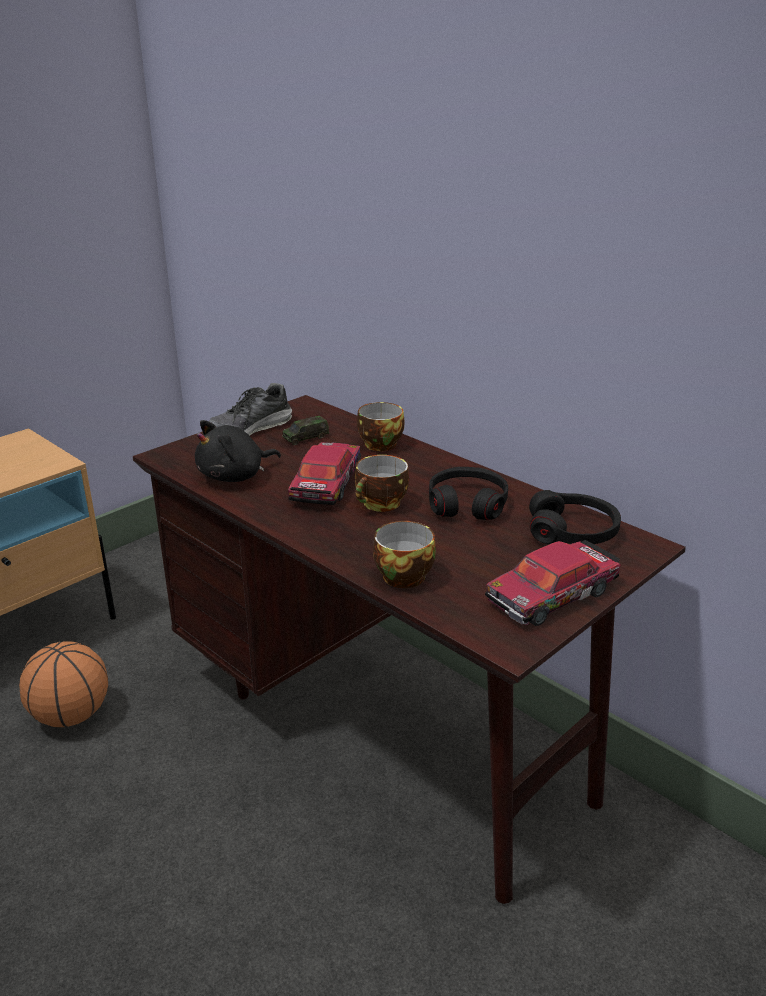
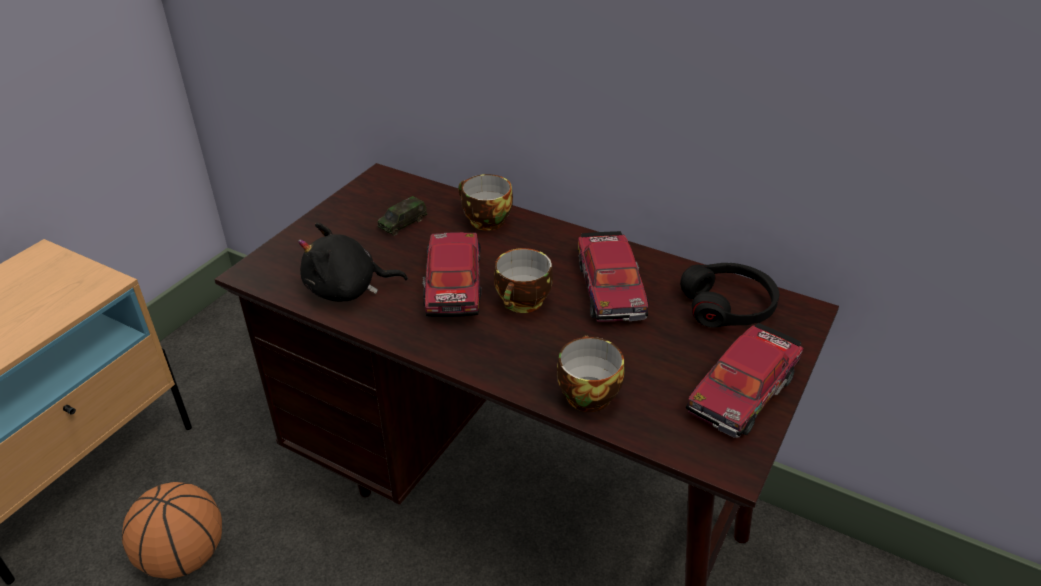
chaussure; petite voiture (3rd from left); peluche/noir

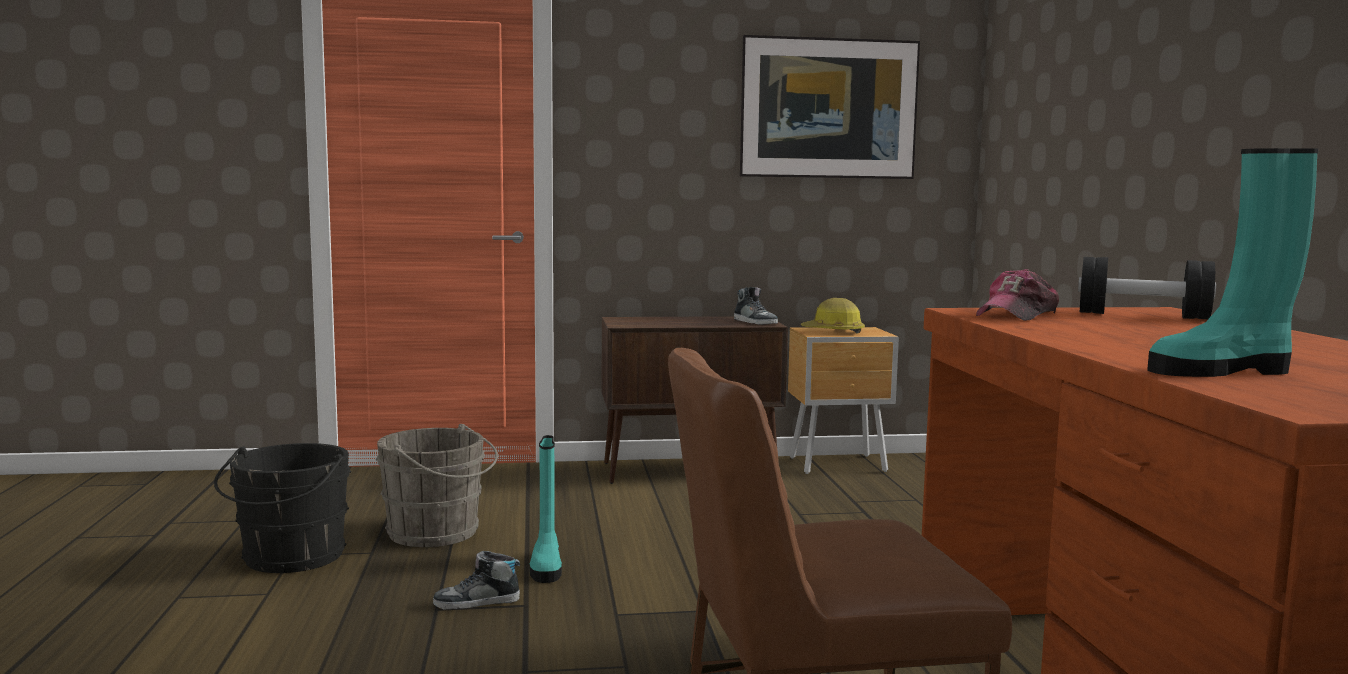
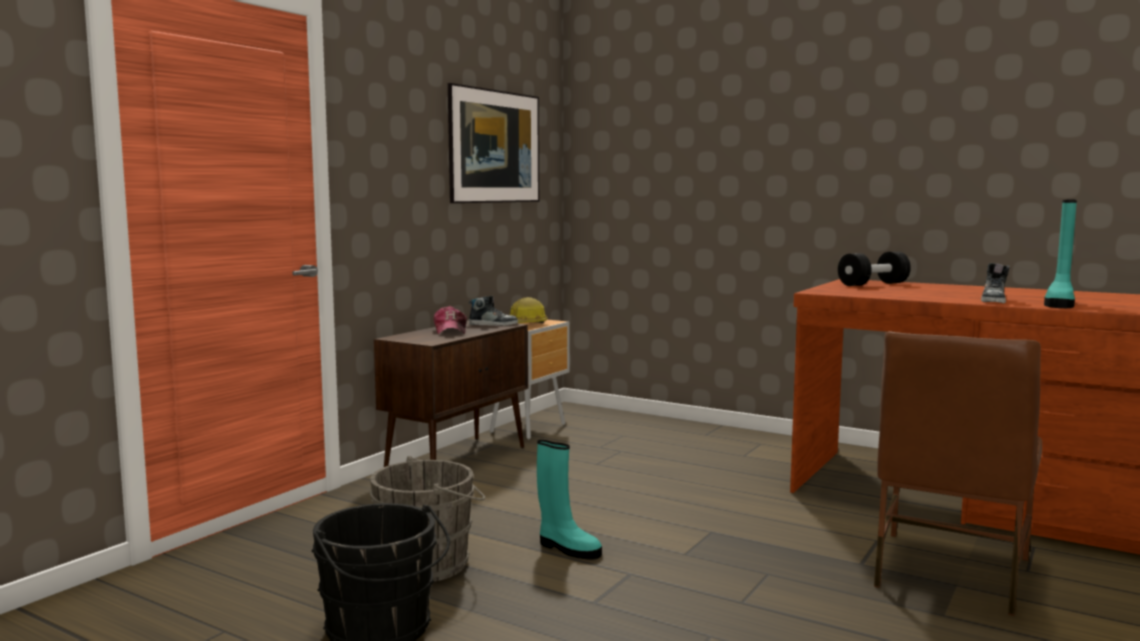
chaussure (2nd from left); casquette

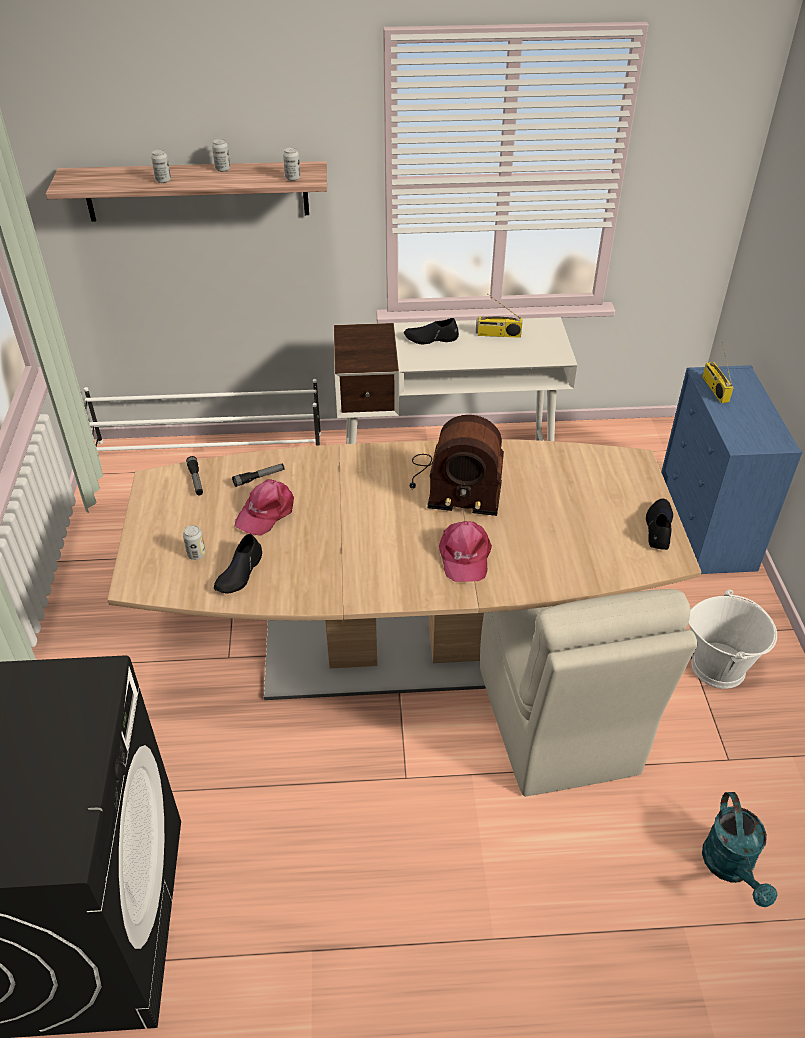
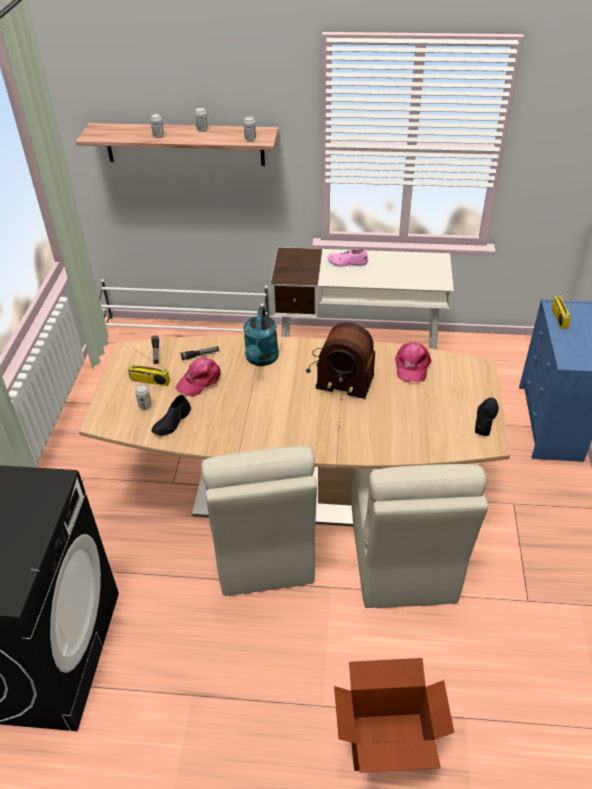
seau/blanc; chaise/beige (1st from left); carton; casquette/rose (2nd from left); radio (1st from left); arrosoir/turquoise; chaussure/rose

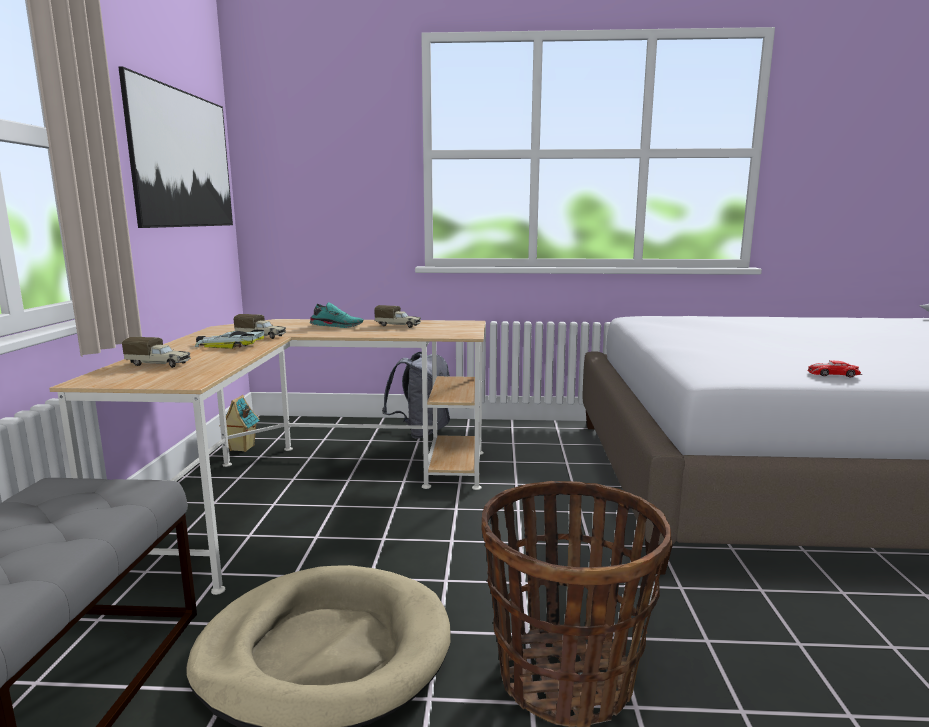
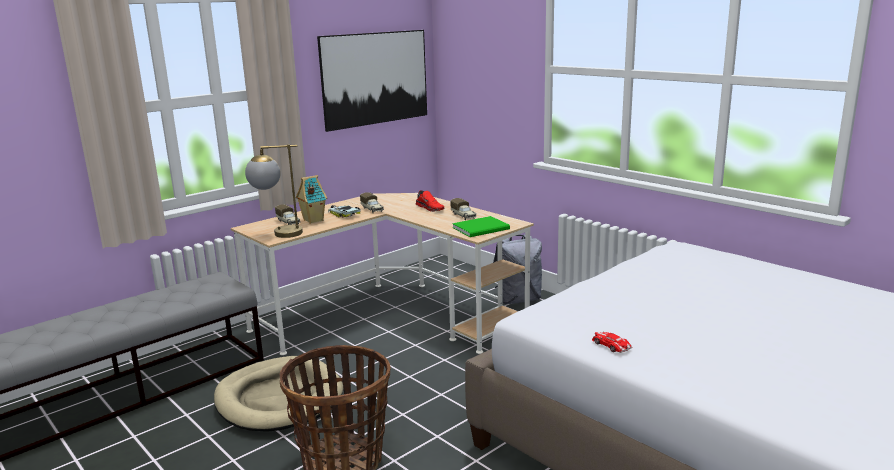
lampe de table; livre/vert; maison miniature; chaussure/rouge

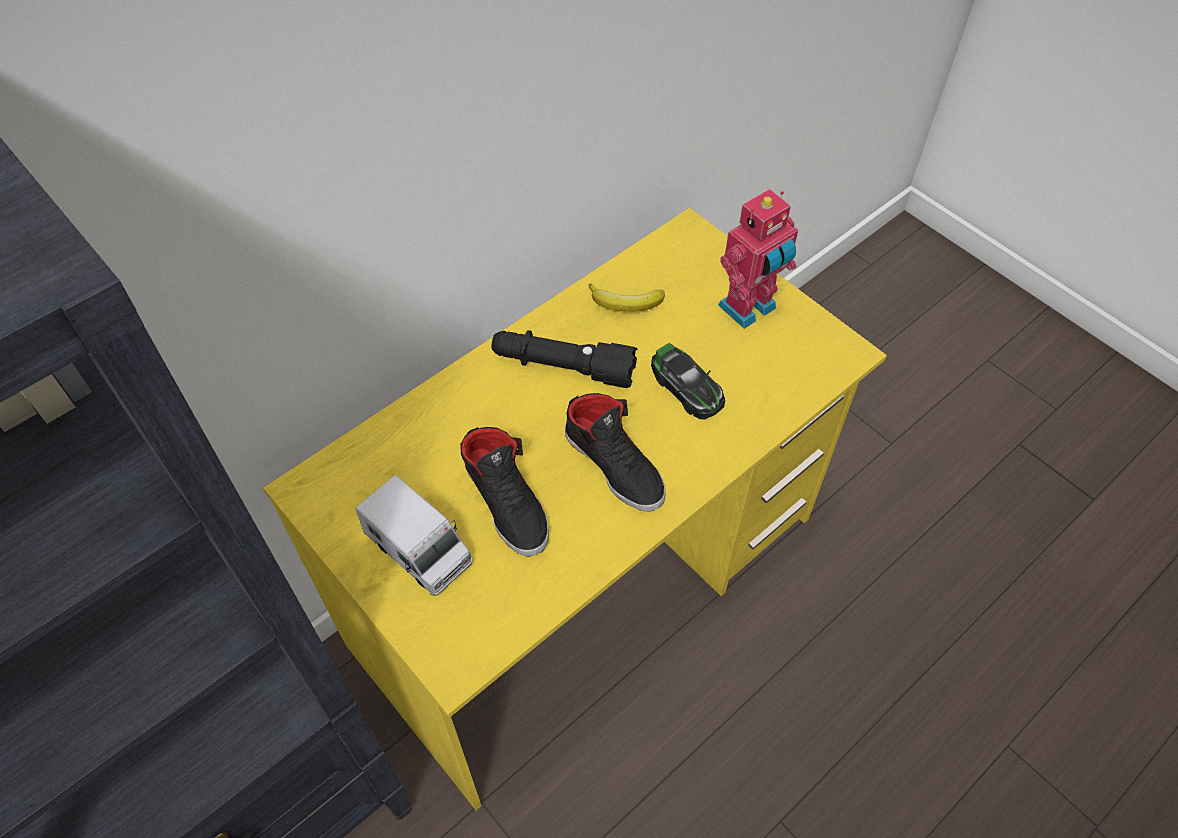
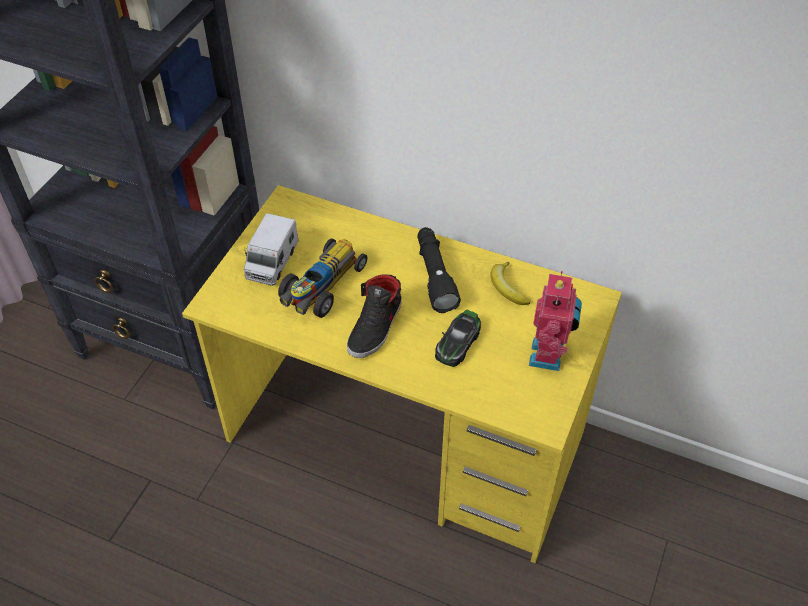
petite voiture (1st from left); robot jouet

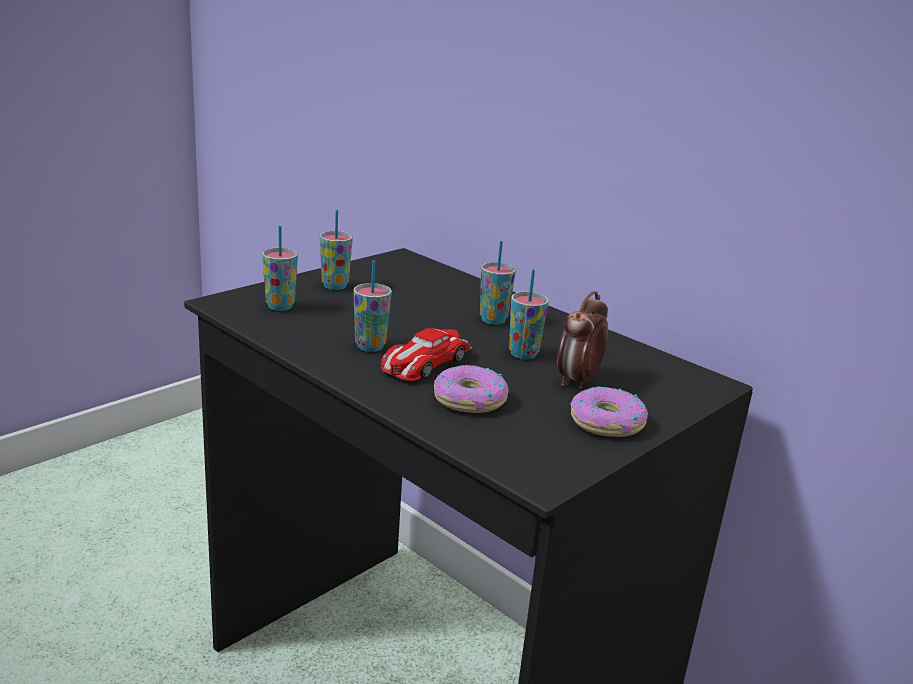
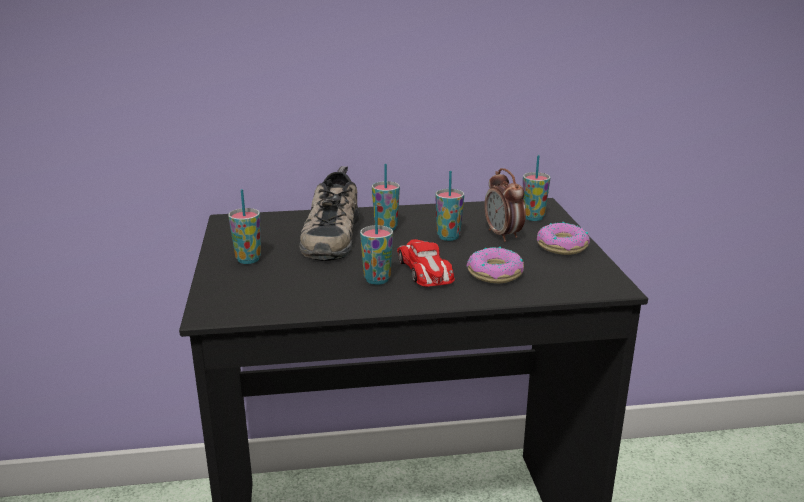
chaussure; tasse (5th from left)

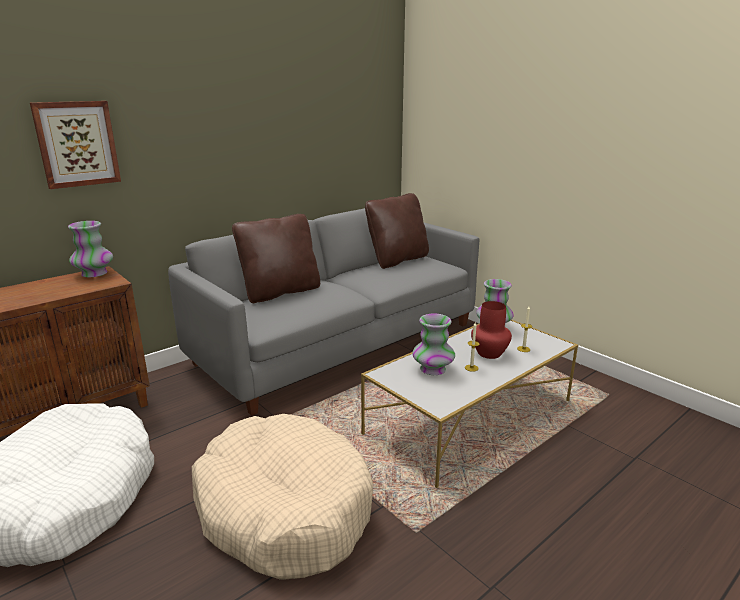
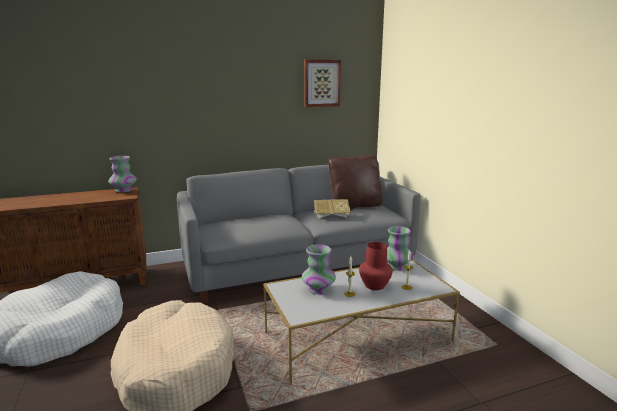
coussin/marron (1st from left in the first image); livre; tableau

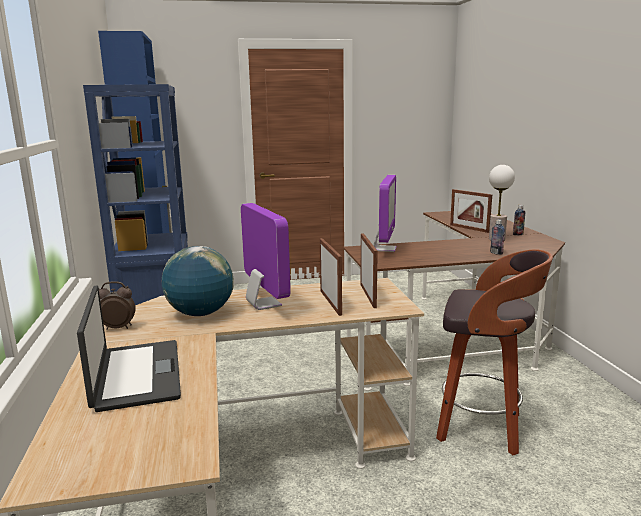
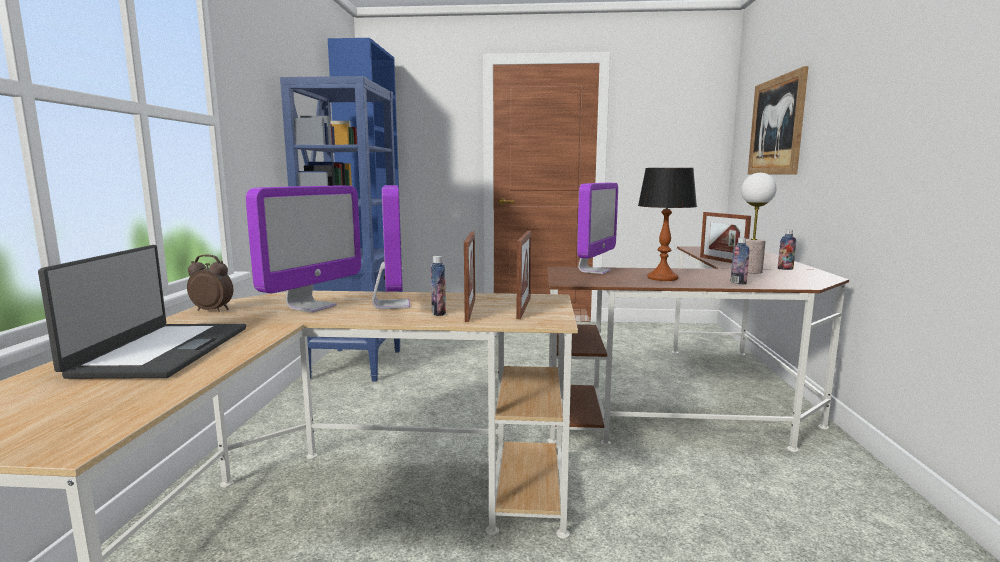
tabouret; bouteille (1st from left); lampe de table (1st from left); tableau; écran d'ordinateur (1st from left)

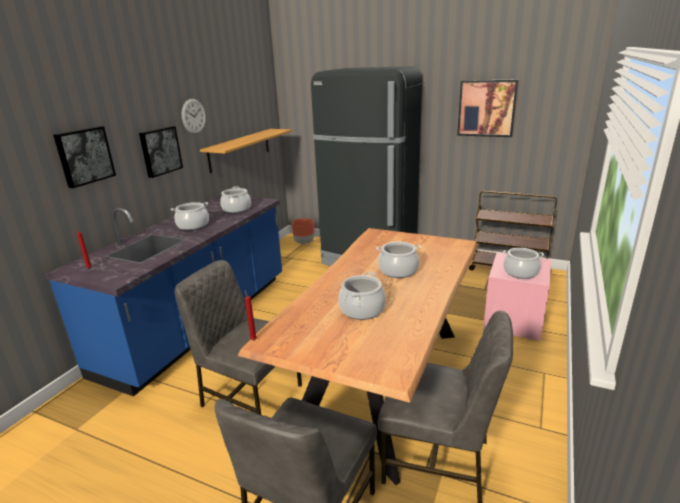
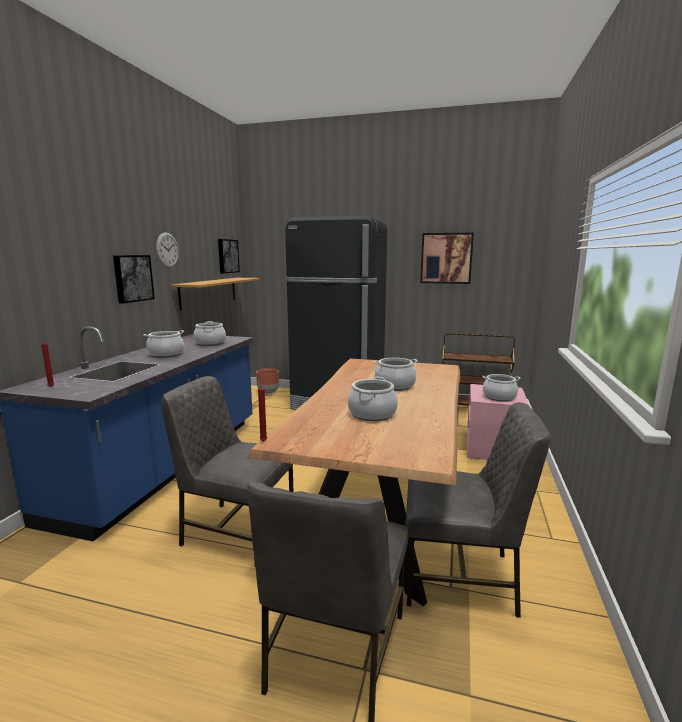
tableau (2nd from left)

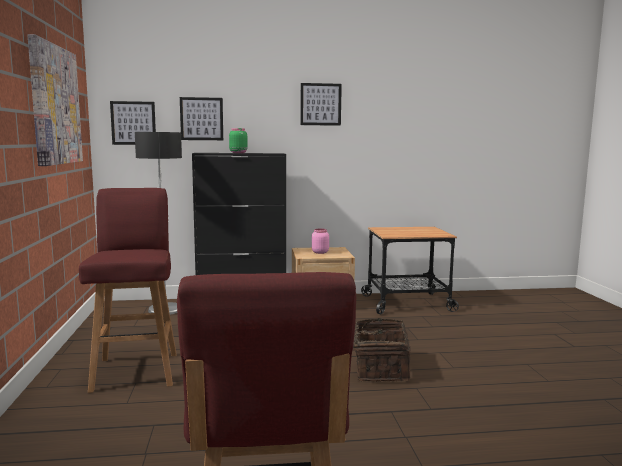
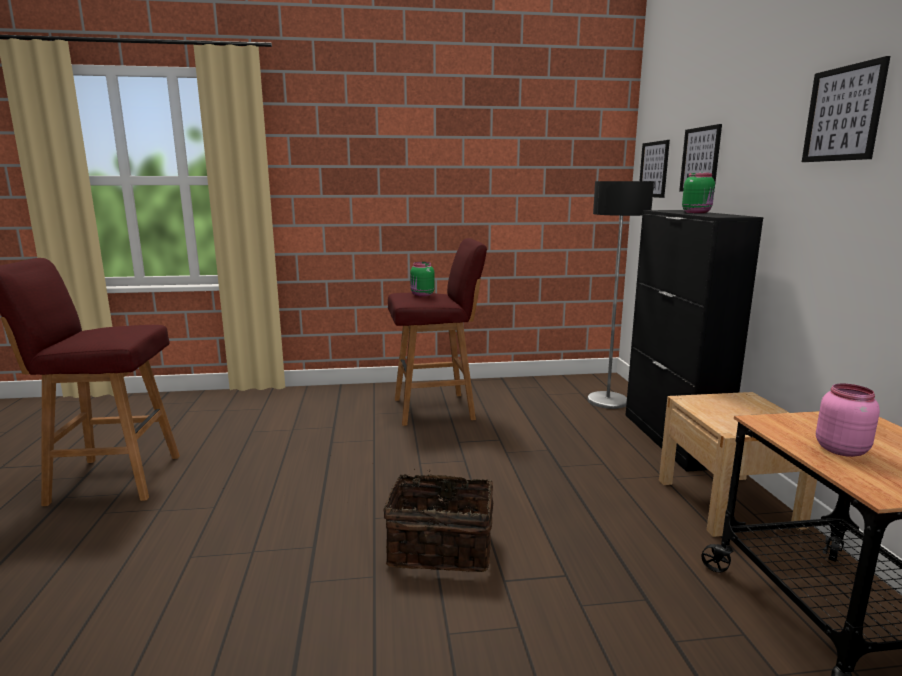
tableau (1st from left in the first image); bocal/vert (1st from left); bocal/rose

